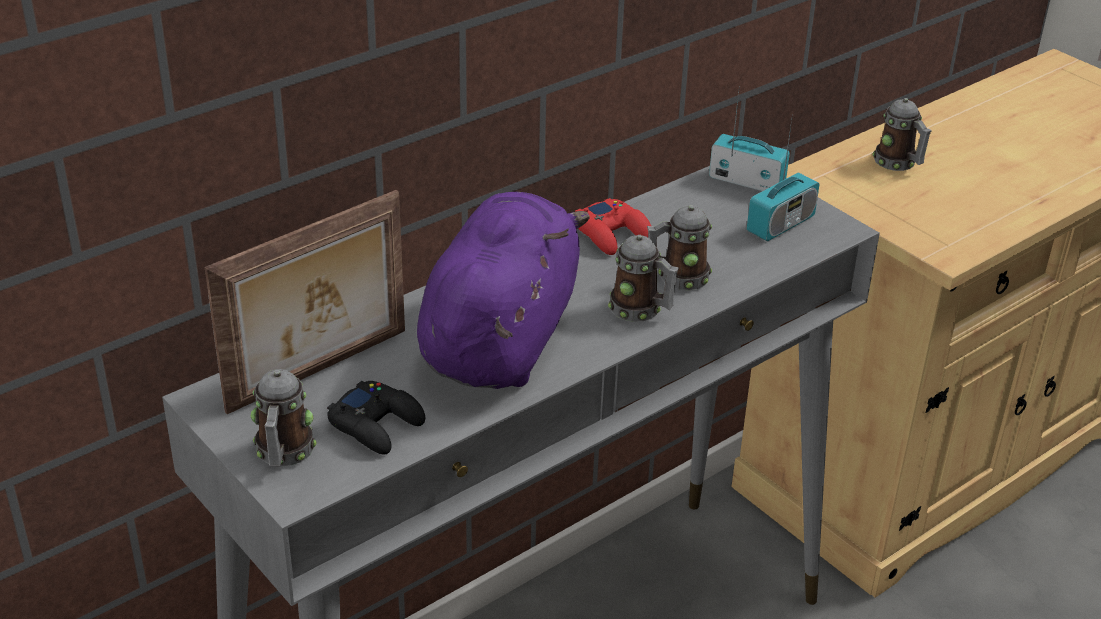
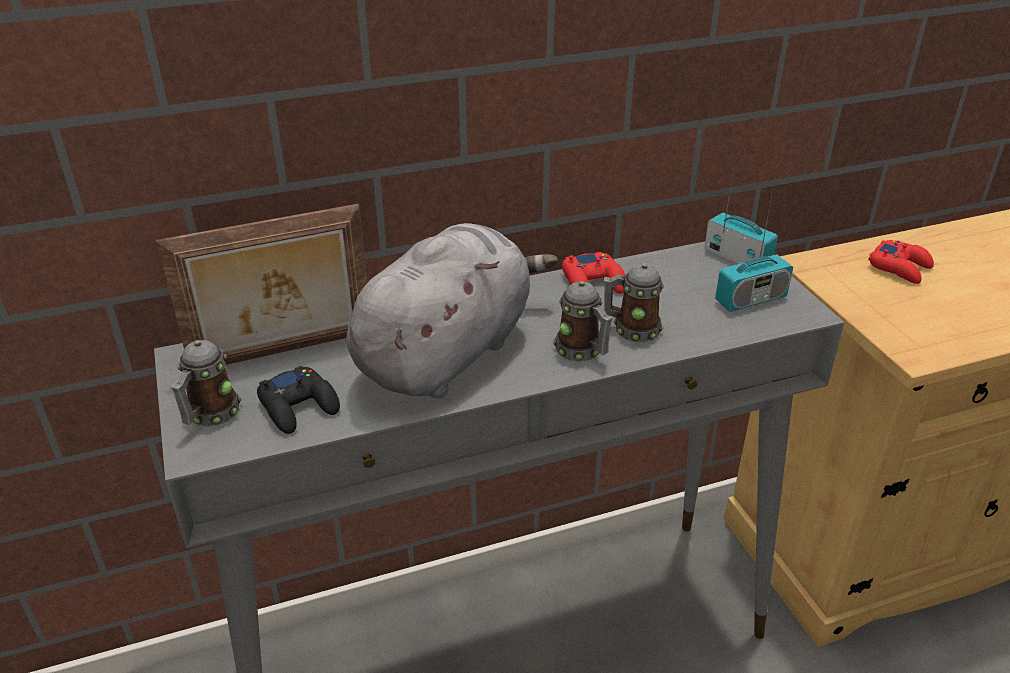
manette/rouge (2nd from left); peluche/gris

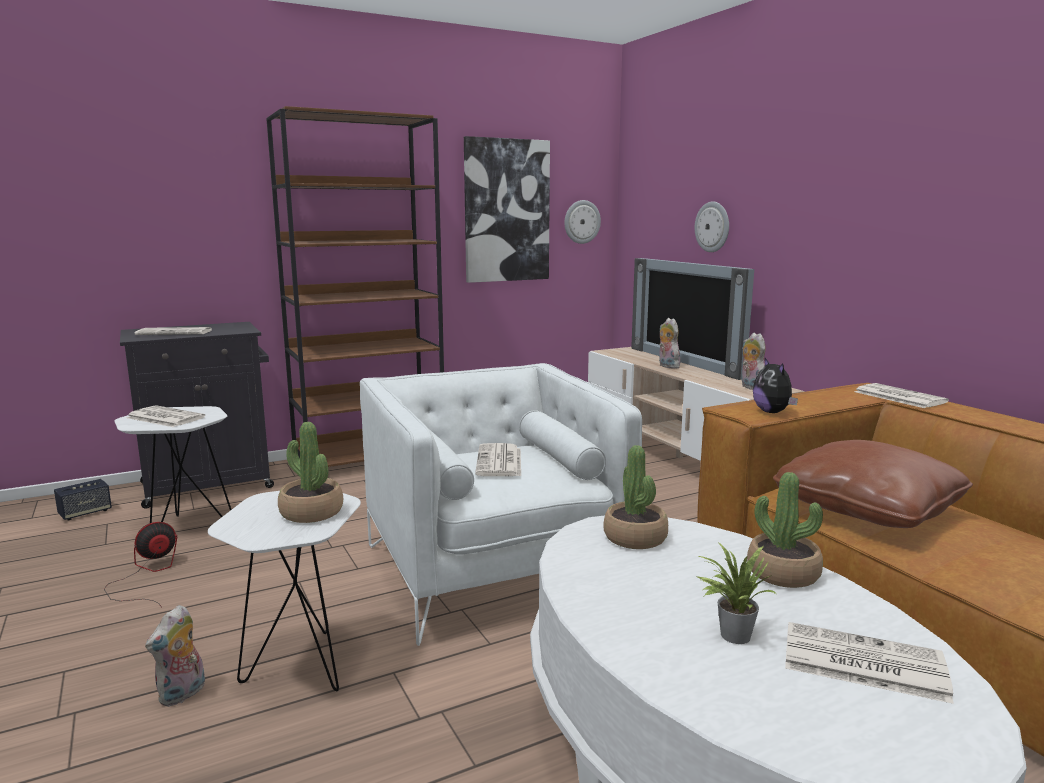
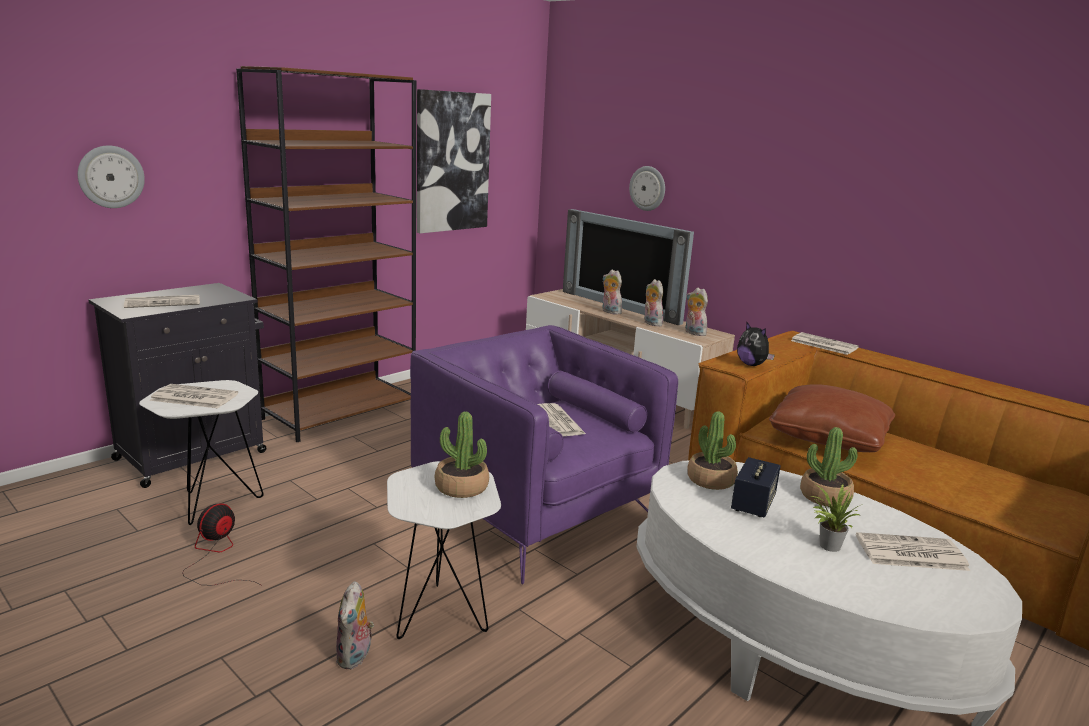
peluche (3rd from left); enceinte; horloge murale (1st from left); fauteuil/violet

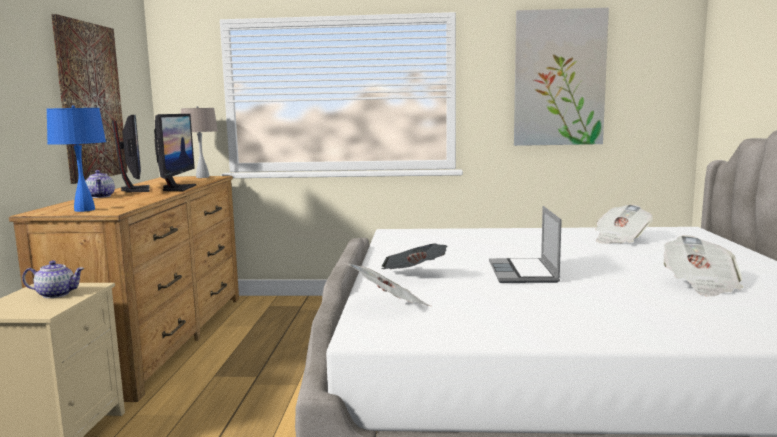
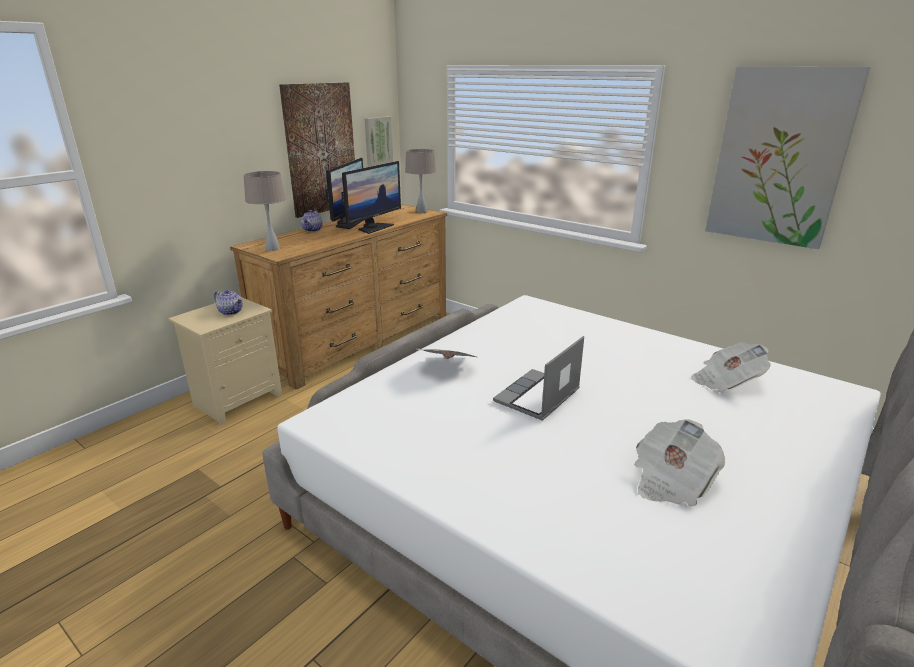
journal (1st from left in the first image); tableau (2nd from left); lampe de table/beige (1st from left)

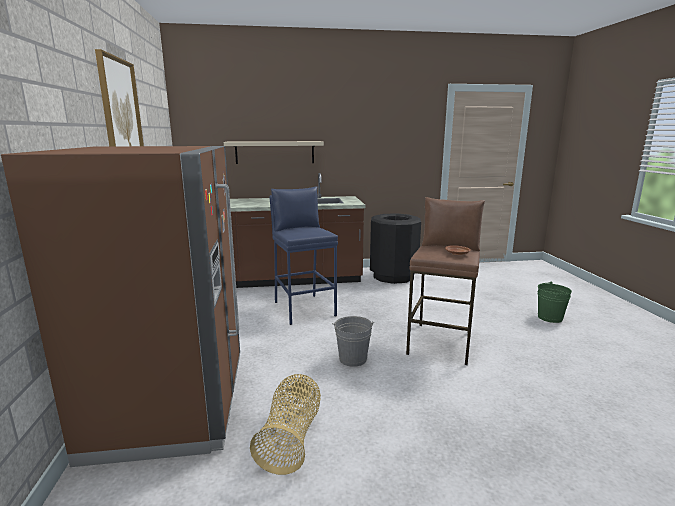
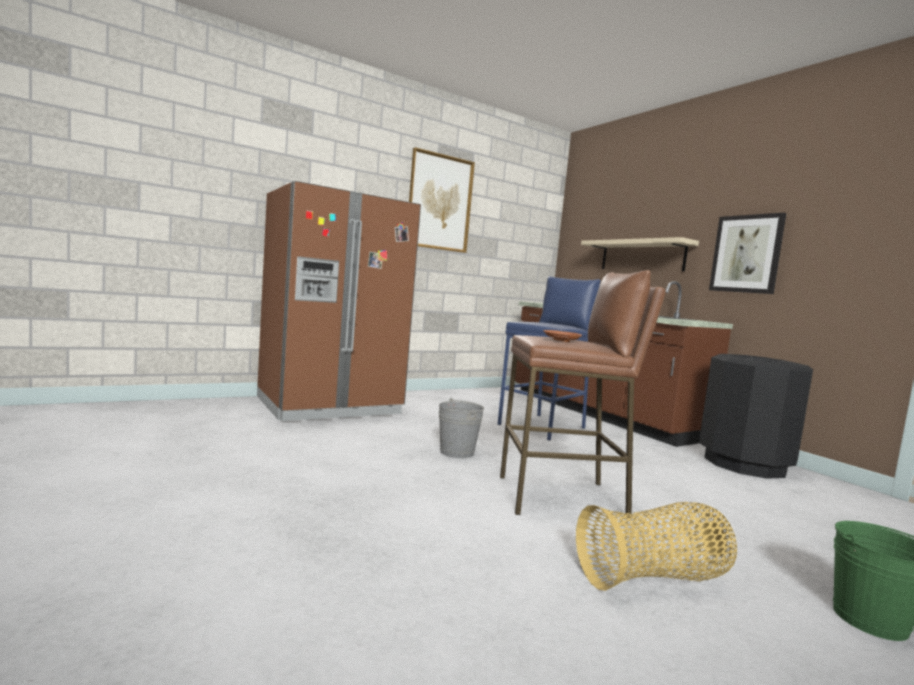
tableau (2nd from left); panier

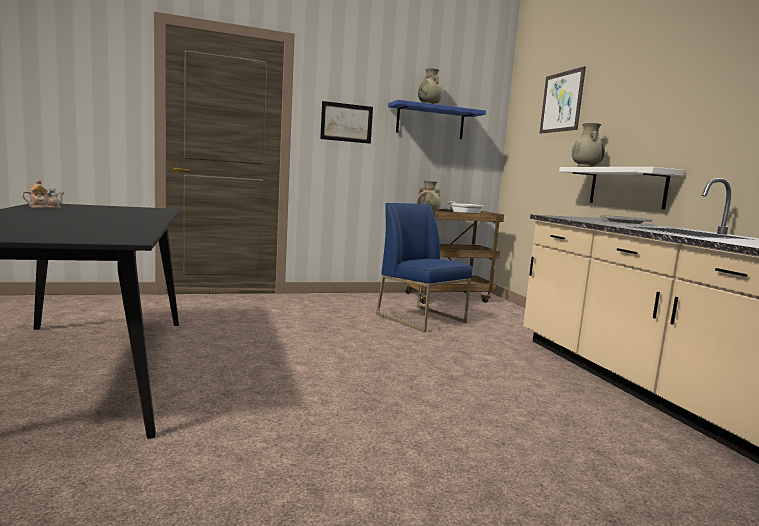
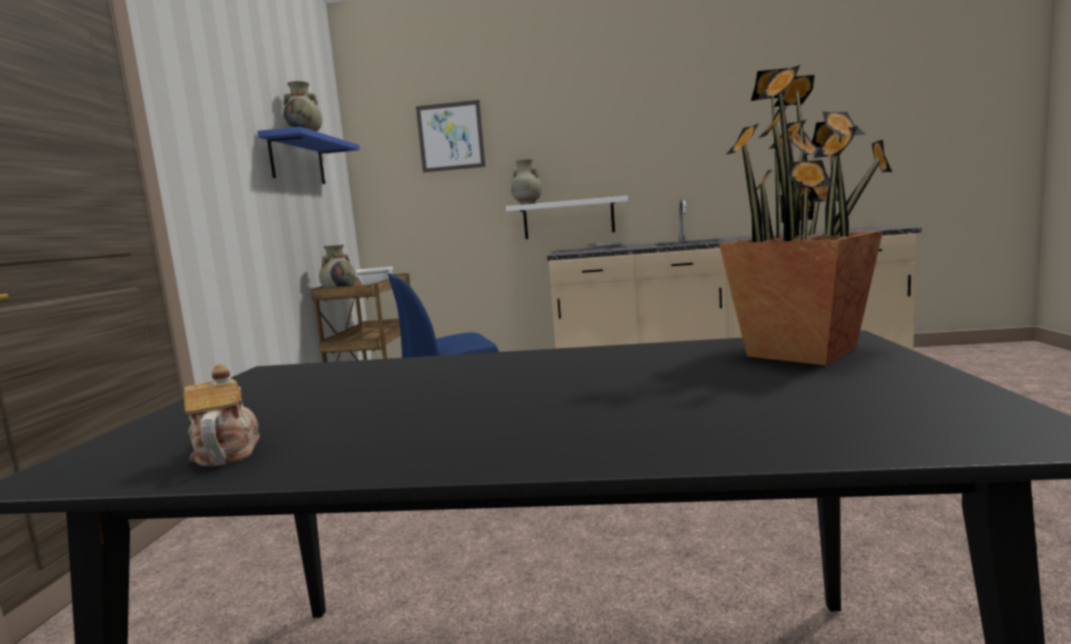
tableau (1st from left in the first image); plante en pot

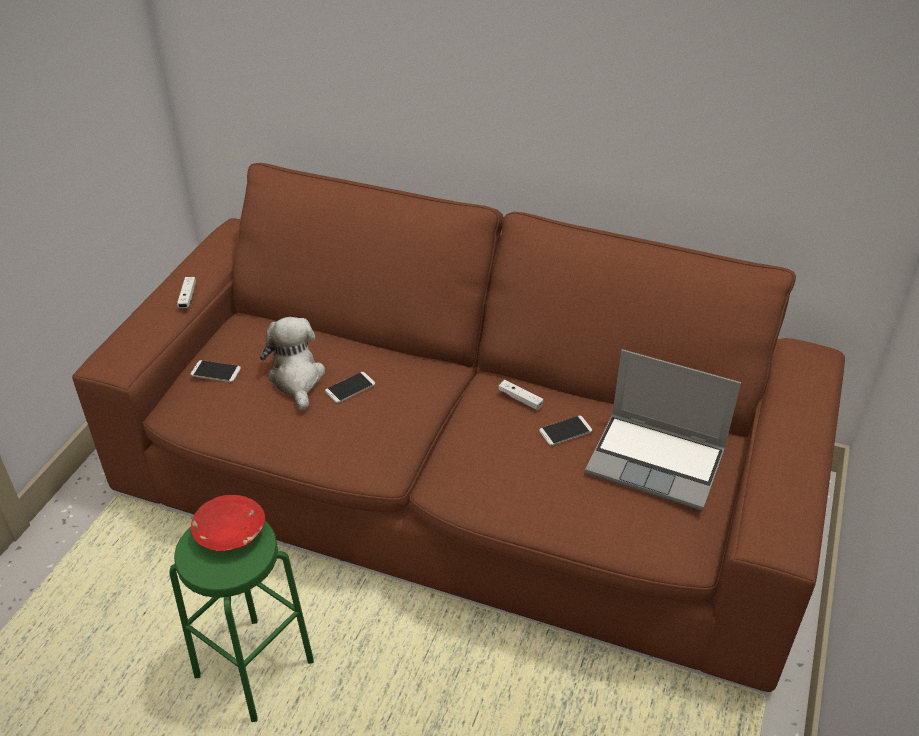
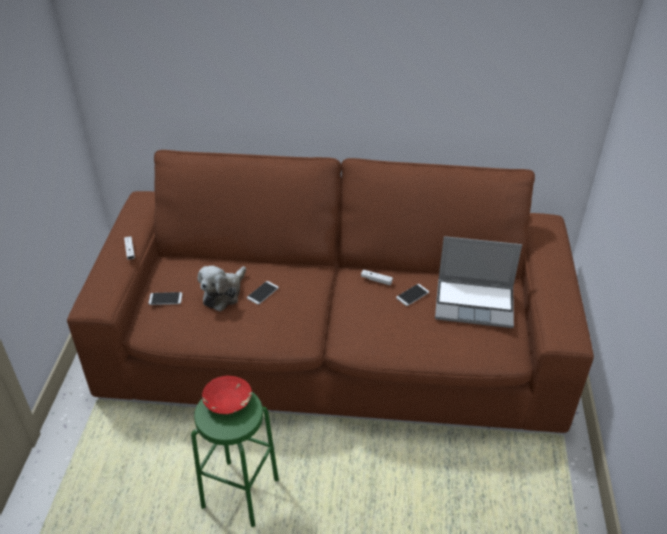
peluche

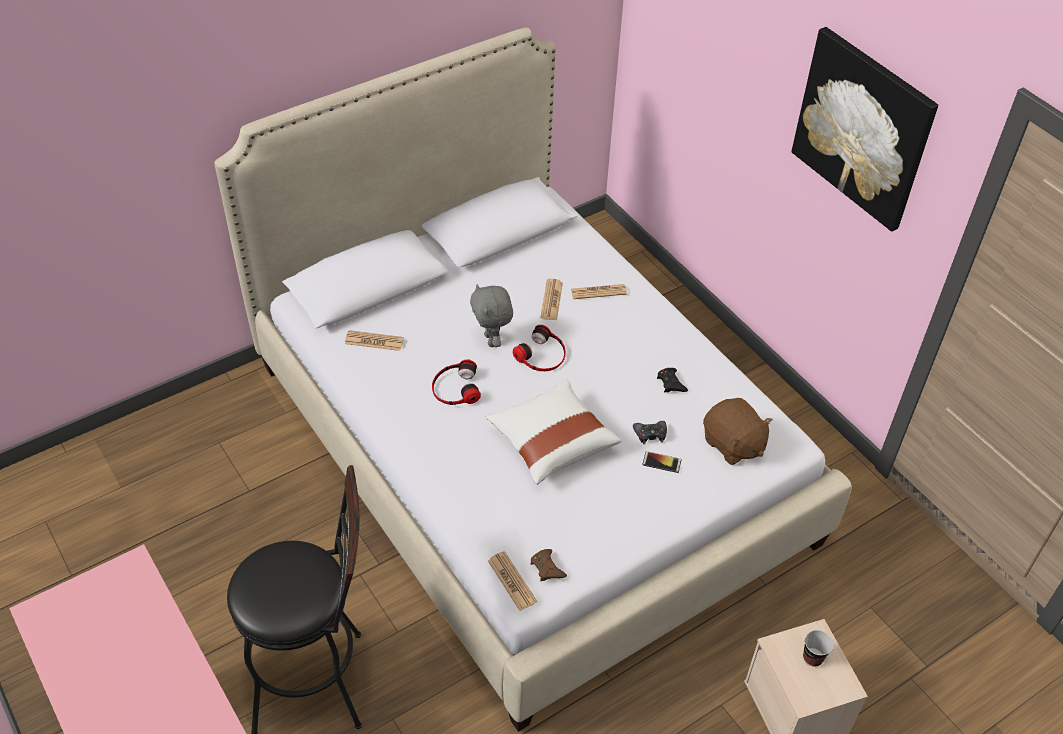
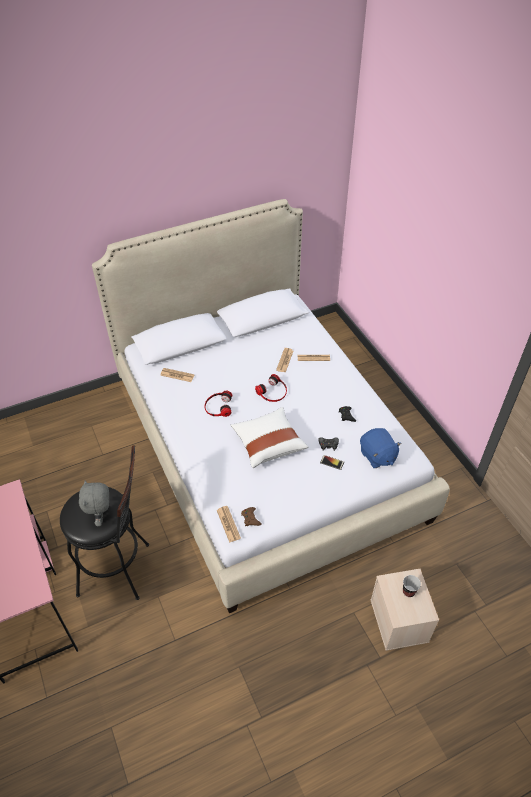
tableau; peluche/gris; peluche/bleu

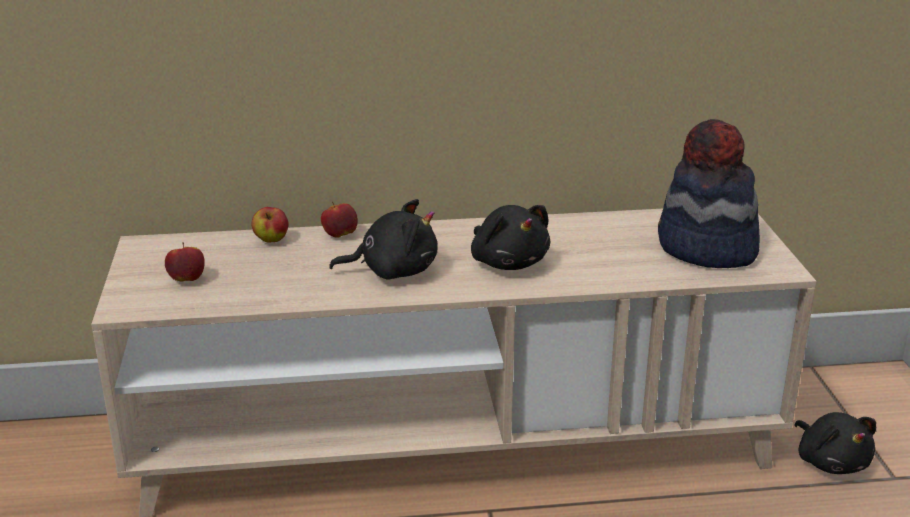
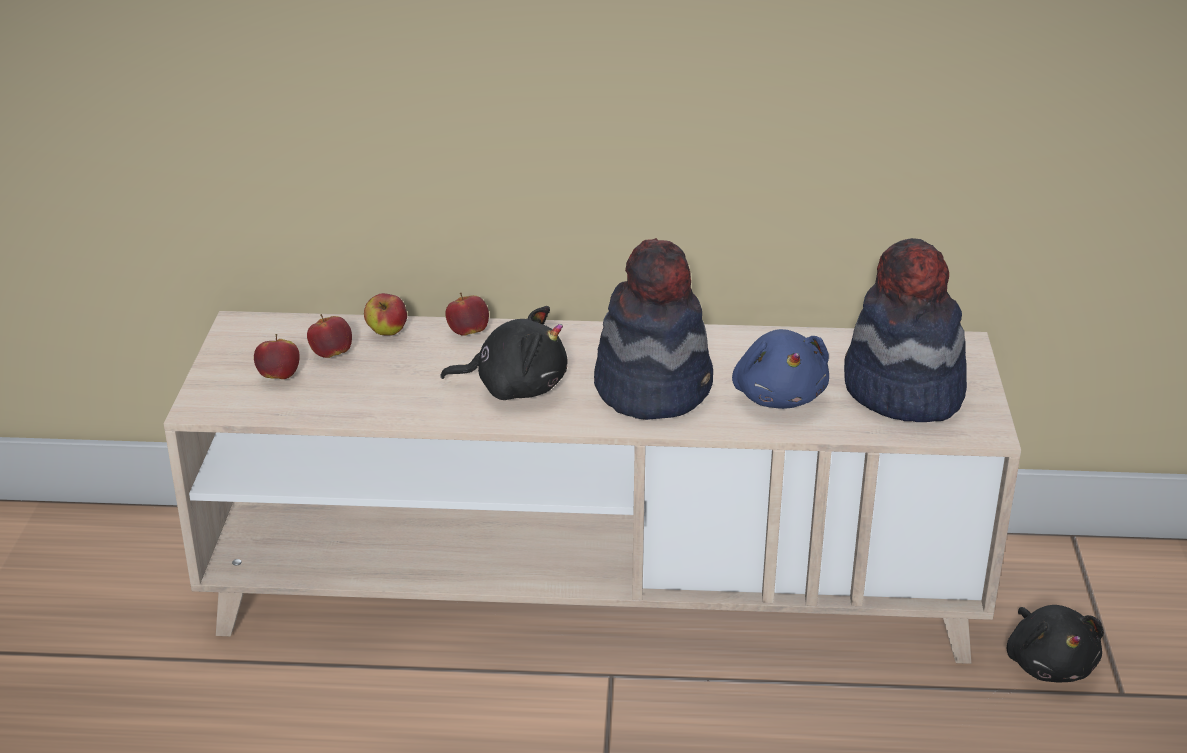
pomme (2nd from left); peluche/bleu; chapeau (1st from left)

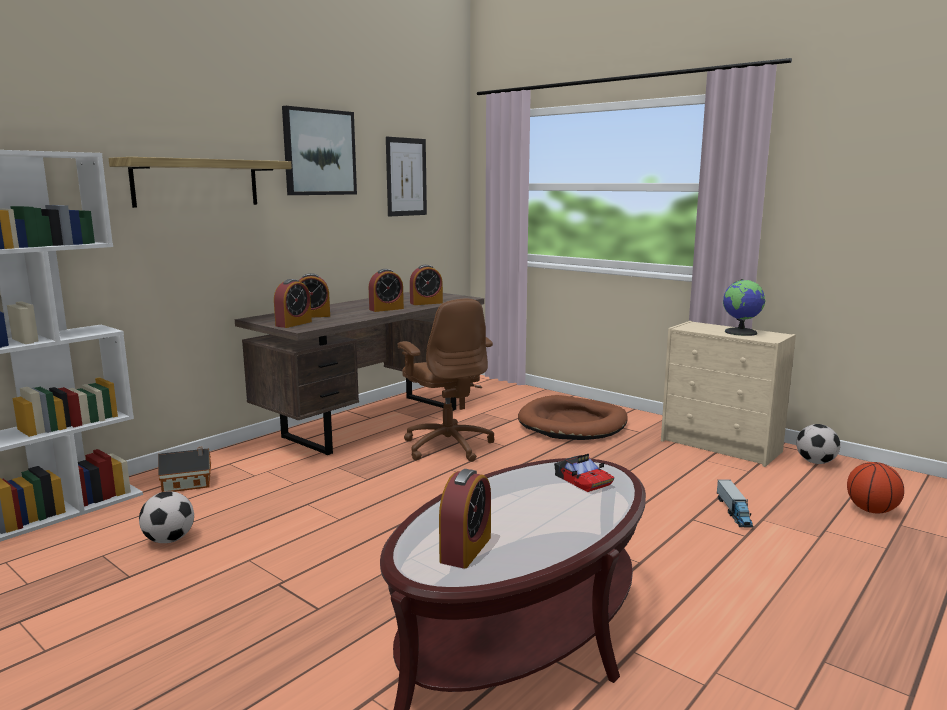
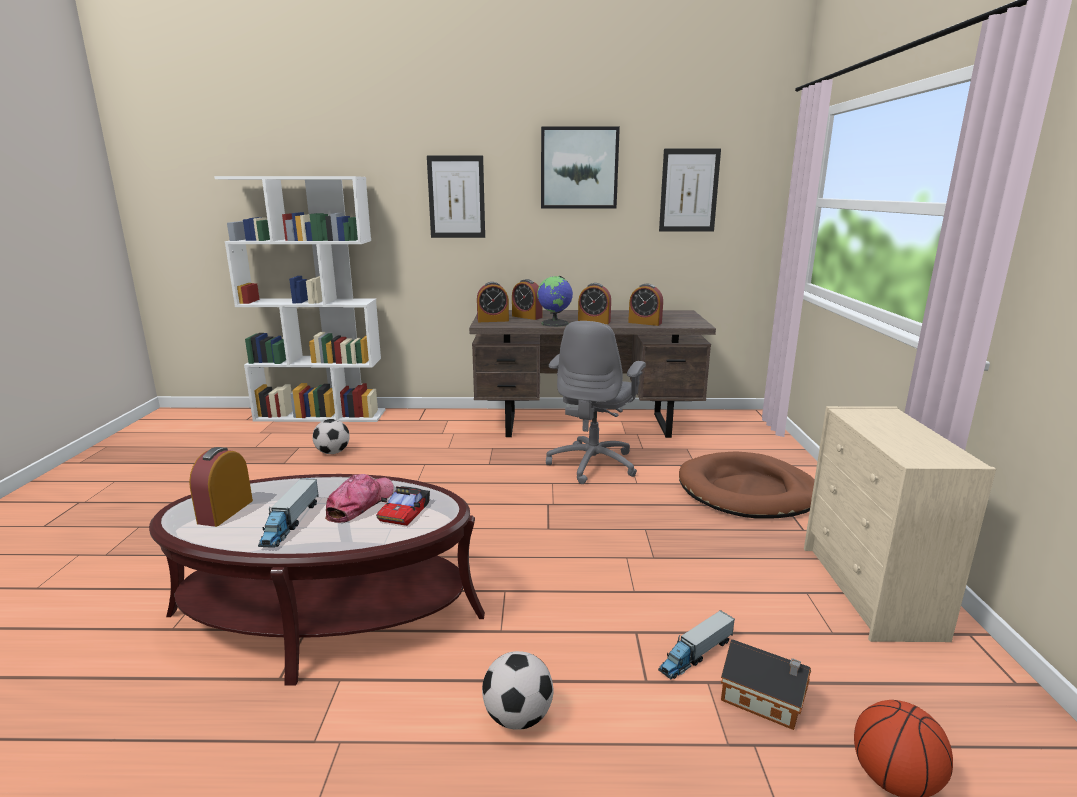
camion jouet (1st from left); casquette; maison miniature; globe; ballon de foot (2nd from left); tableau (1st from left); chaise de bureau/gris; réveil (1st from left)

